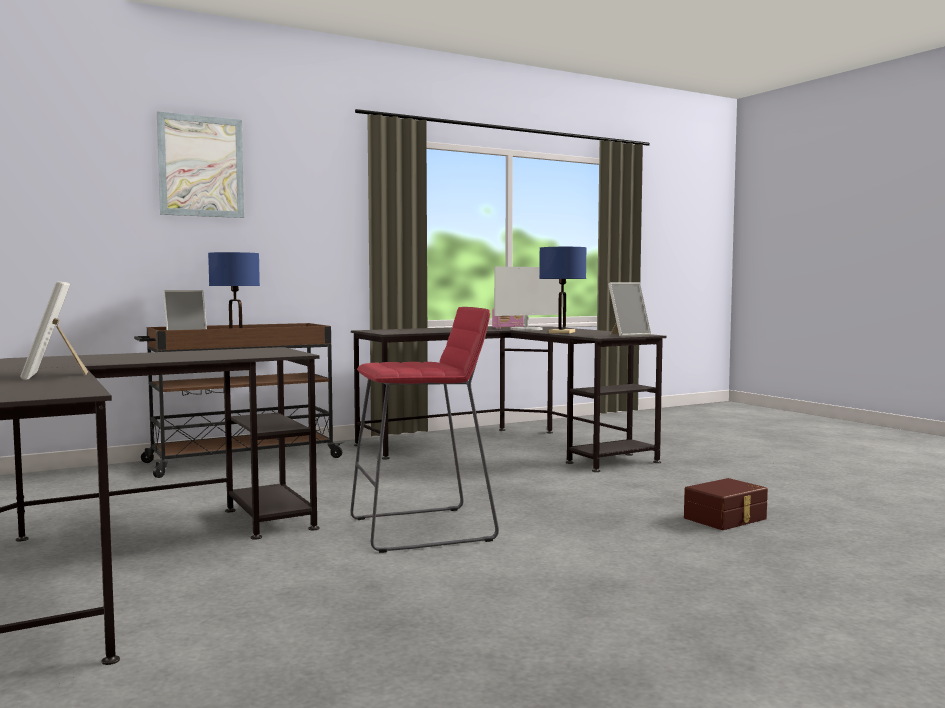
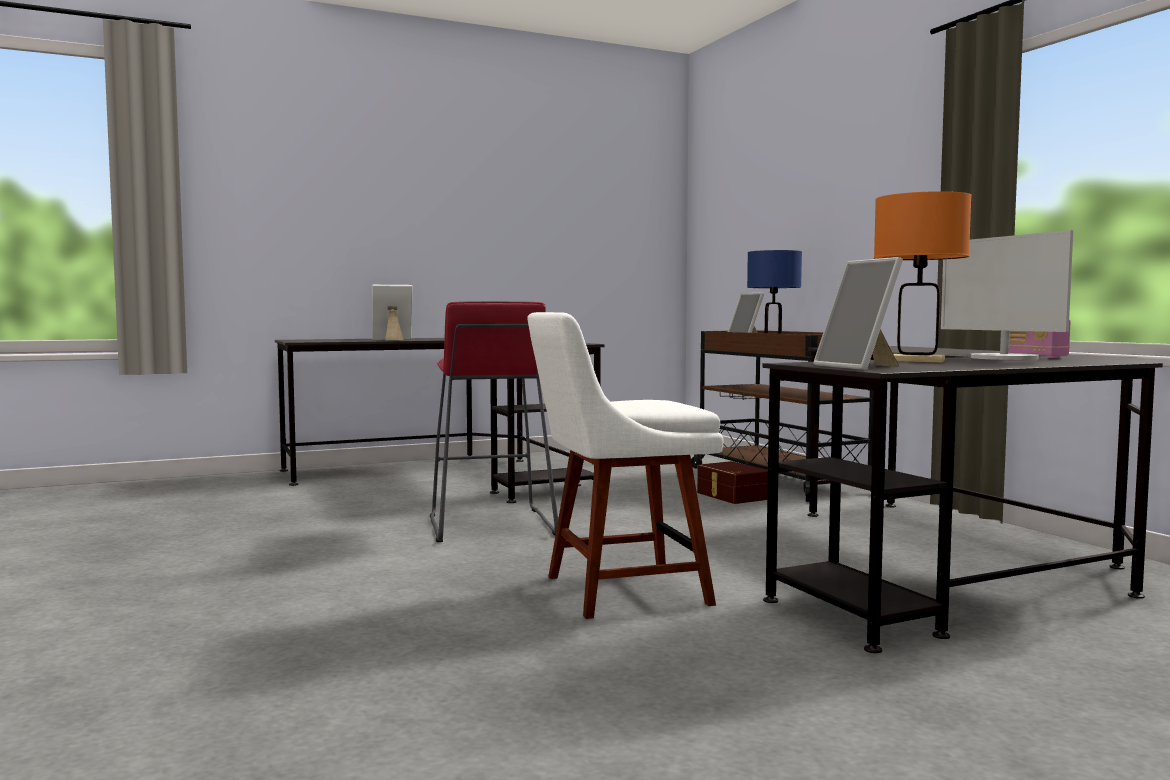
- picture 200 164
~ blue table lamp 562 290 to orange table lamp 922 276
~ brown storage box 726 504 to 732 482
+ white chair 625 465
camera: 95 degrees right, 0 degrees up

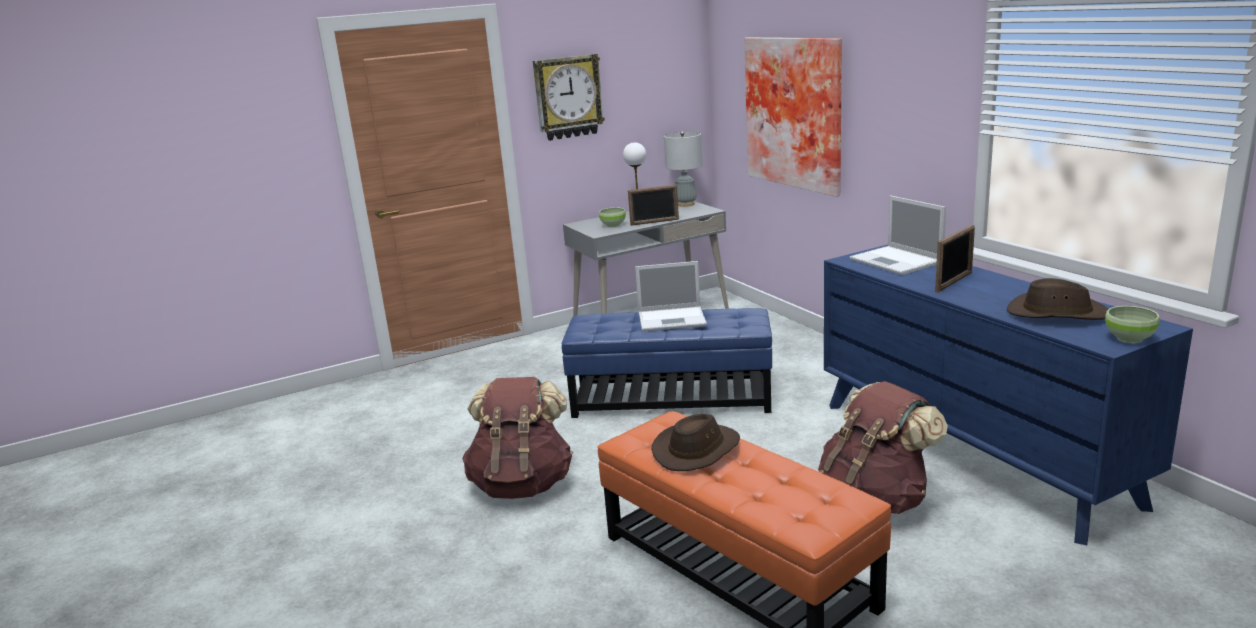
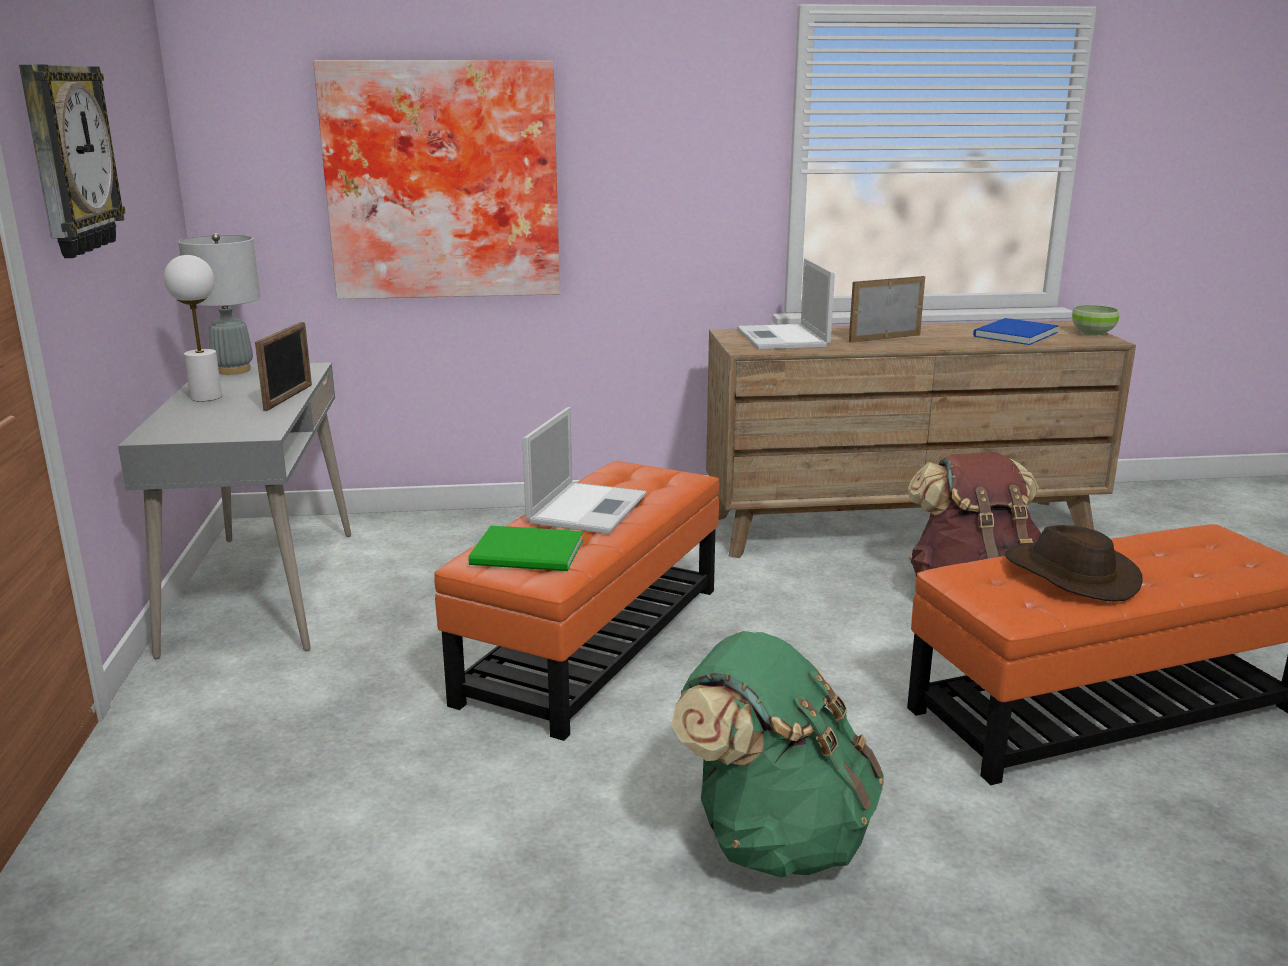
~ laptop 898 235 = 786 304 90 degrees clockwise
- green bowl 612 217
~ picture frame 955 259 = 887 309 90 degrees counterclockwise
~ blue dresser 1008 394 to brown dresser 921 439
~ brown hat 1058 299 to blue book 1016 331
~ blue ottoman 667 363 to orange ottoman 576 601
~ brown backpack 517 438 to green backpack 777 754
+ green book 525 548
camera: 70 degrees left, 0 degrees up

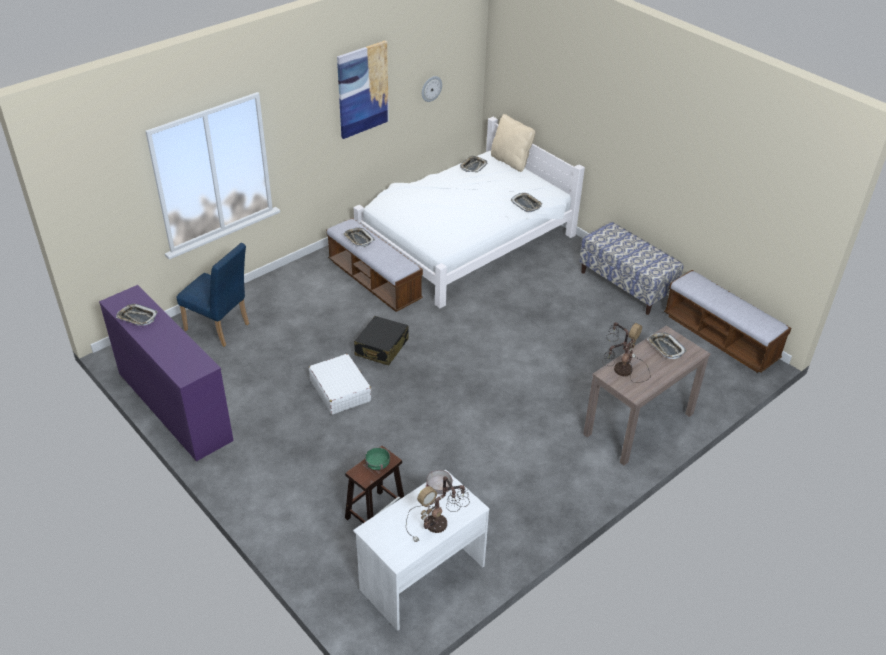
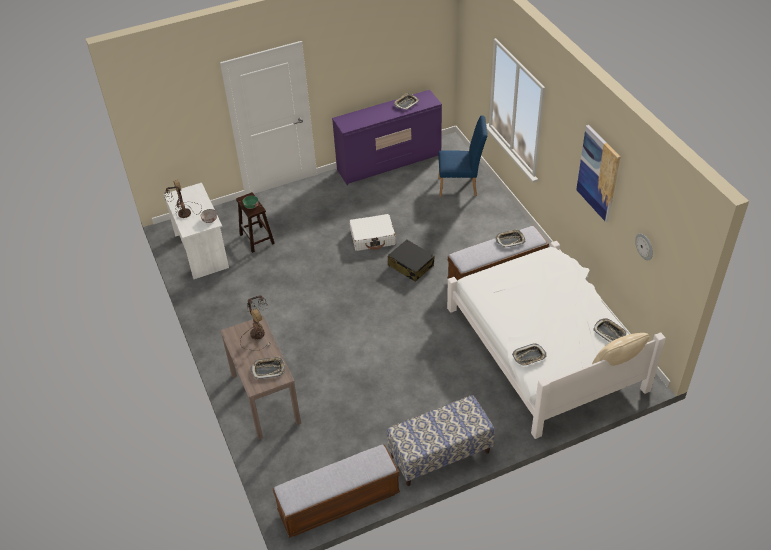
~ blue chair 213 295 = 463 156 135 degrees counterclockwise
camera: 110 degrees right, 5 degrees up

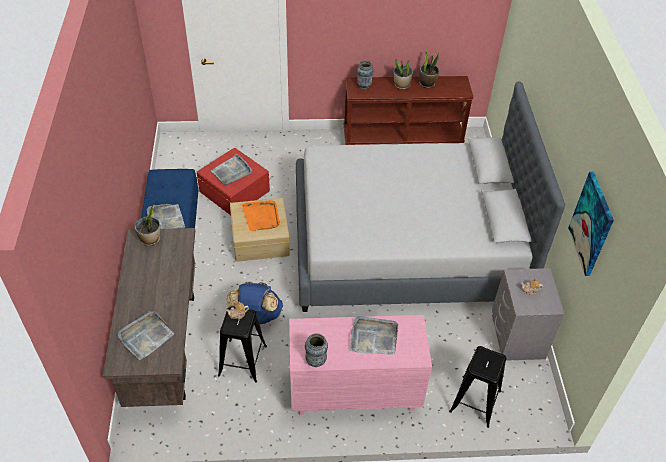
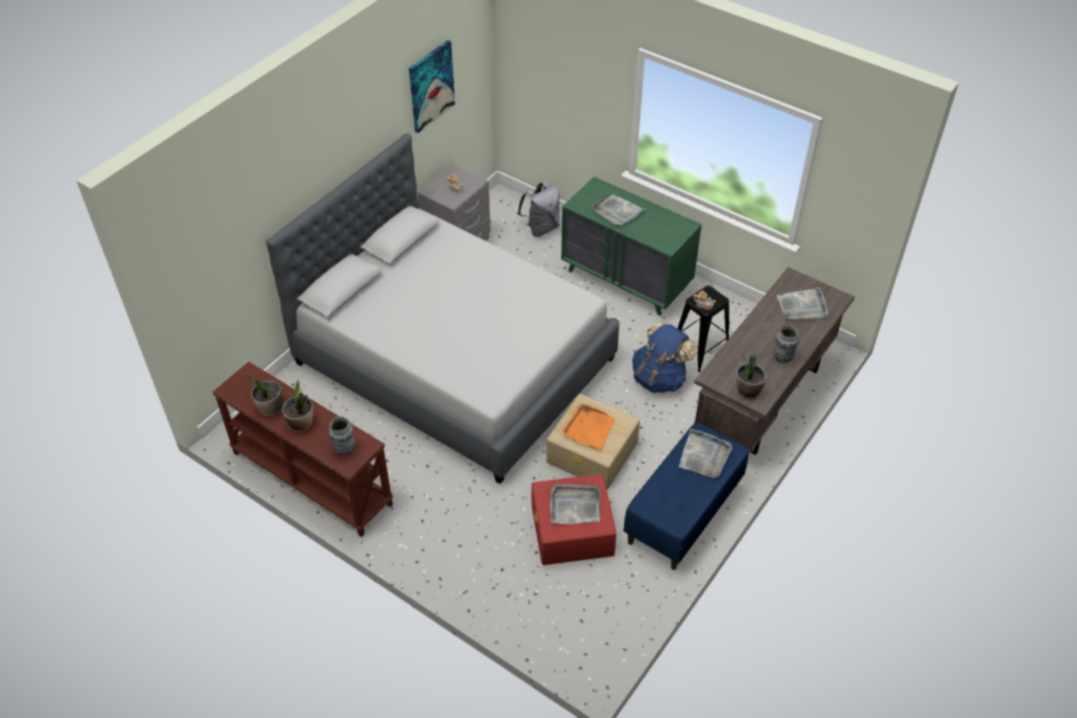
~ pink dresser 360 365 to green dresser 631 246
~ vase 316 350 to 786 344
~ black stool 477 387 to grey backpack 538 209
camera: 140 degrees left, 0 degrees up

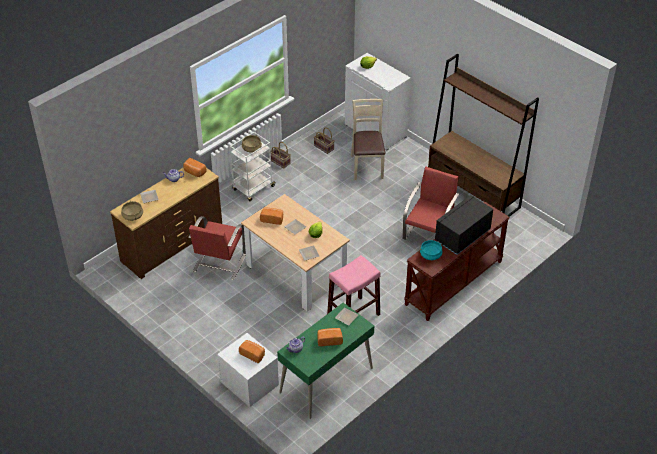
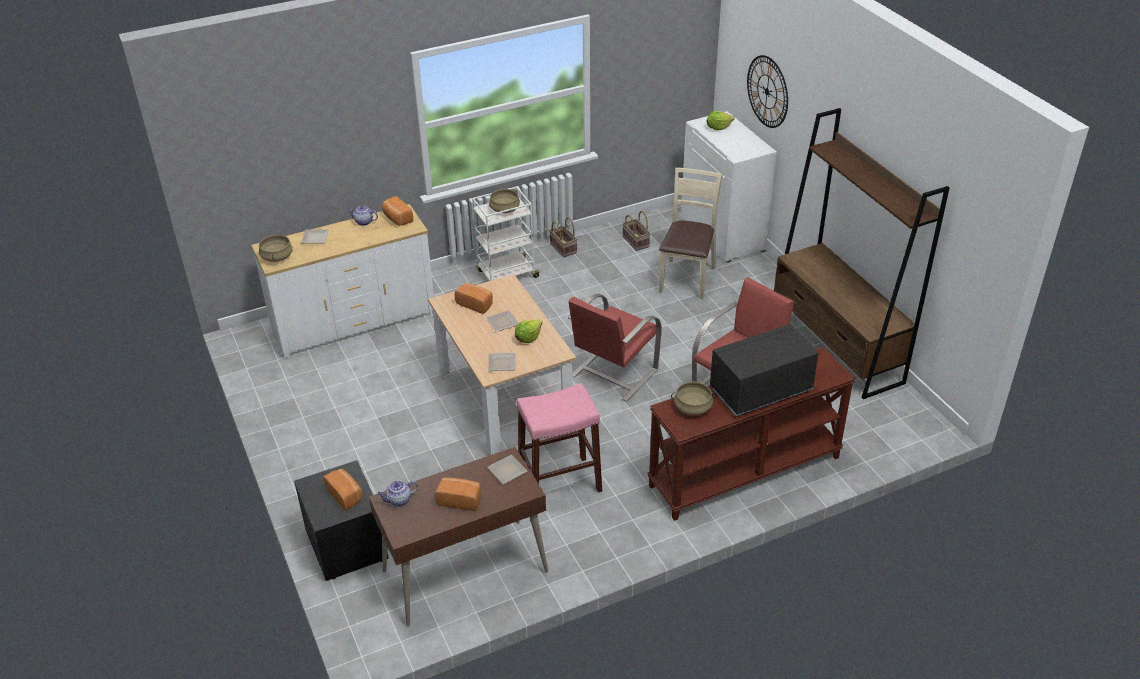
~ brown dresser 166 219 to white dresser 342 281
~ red chair 217 248 to 615 348
~ turquoise cooking pot 431 250 to beige cooking pot 694 399
~ green desk 325 361 to brown desk 458 536
~ white nightstand 248 370 to black nightstand 341 520
+ wall clock 767 91
camera: 20 degrees right, 5 degrees down

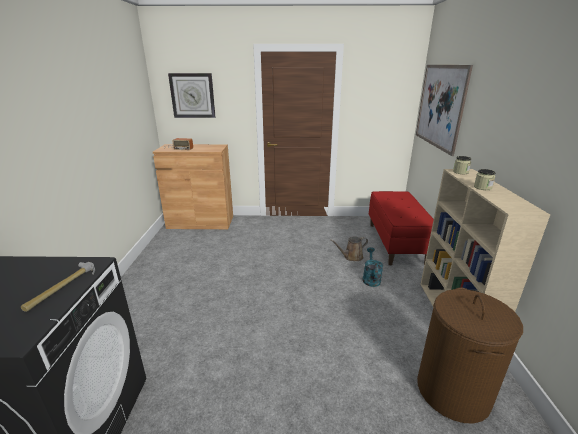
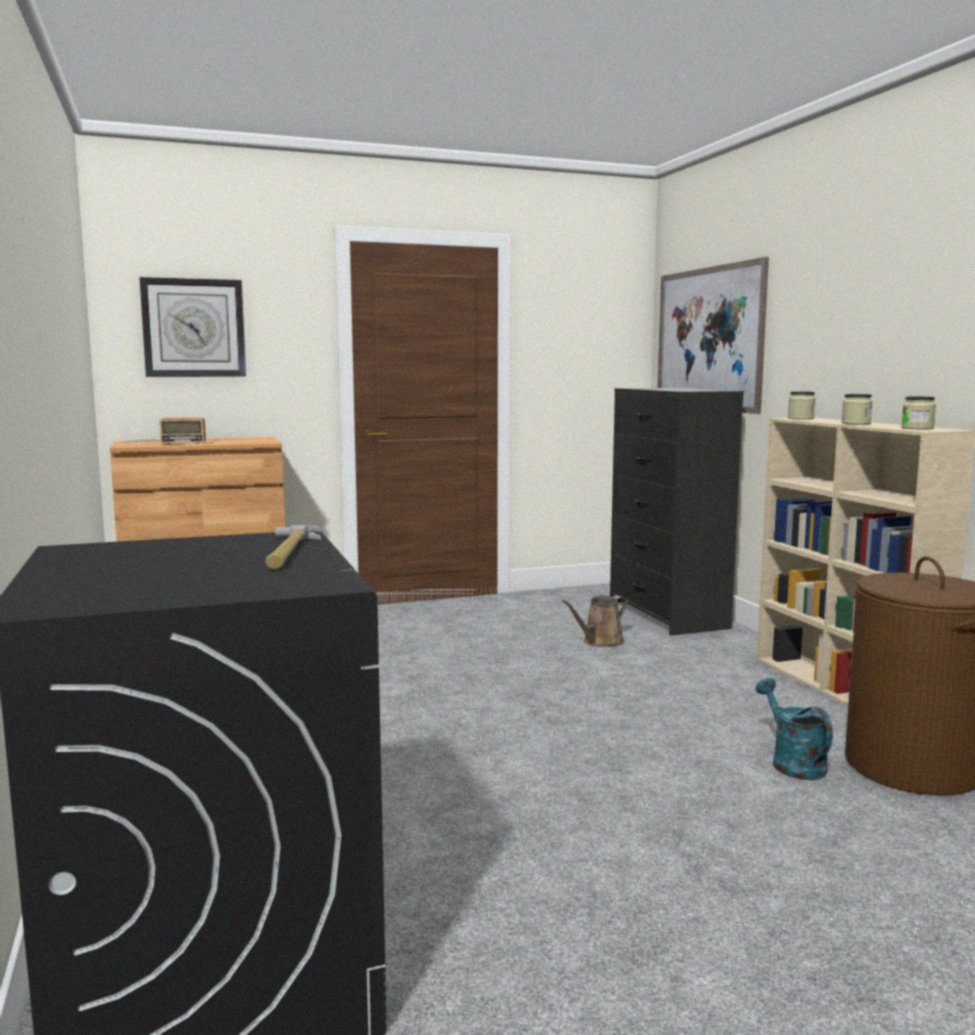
~ red bench 401 228 to black dresser 677 512
~ turquoise watering can 373 267 to 794 729
+ jar 918 412
camera: 20 degrees left, 15 degrees down

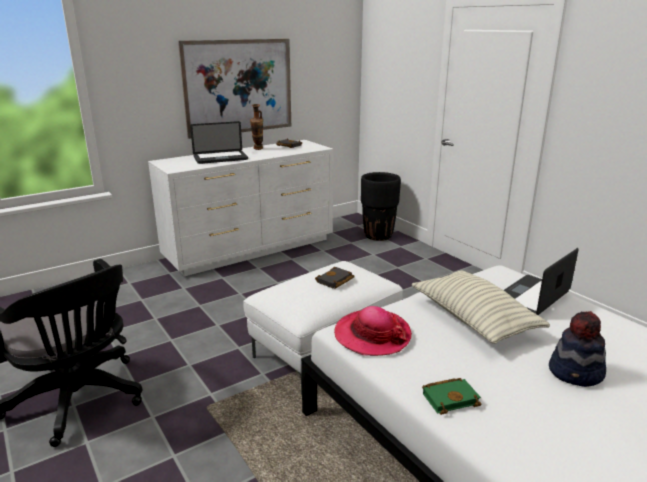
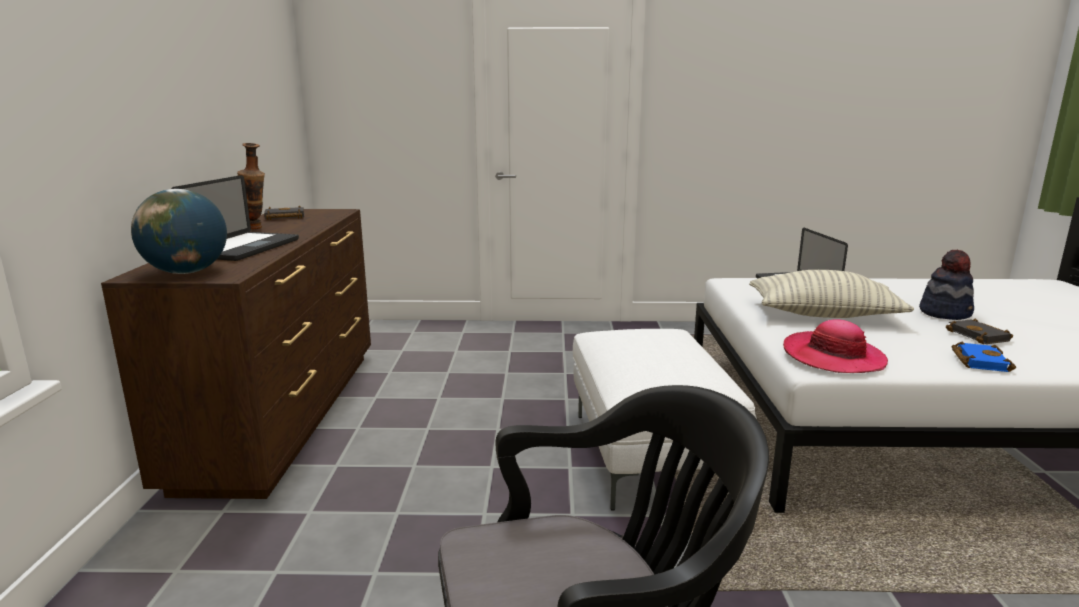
- picture 234 89
~ white dresser 240 208 to brown dresser 236 354
- black planter 381 206
~ black book 335 278 to 979 331
~ green book 451 396 to blue book 983 357
+ globe 179 231
camera: 55 degrees left, 5 degrees down

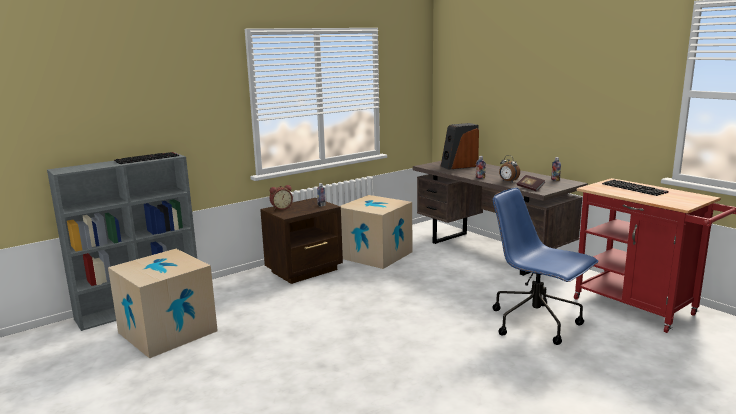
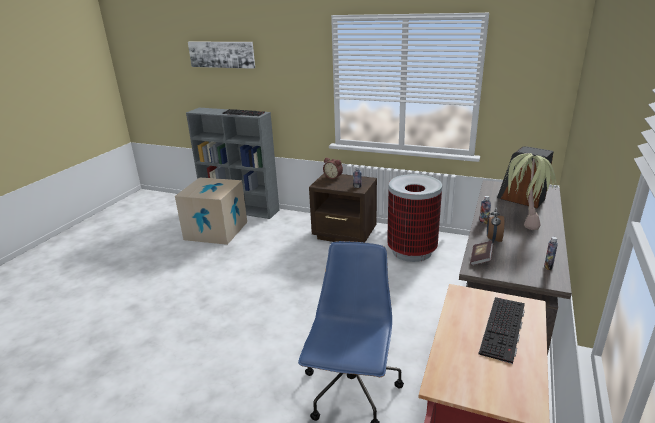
~ cardboard box 376 232 to trash can 414 218
+ picture 221 55
+ potted plant 530 191
camera: 60 degrees right, 10 degrees up

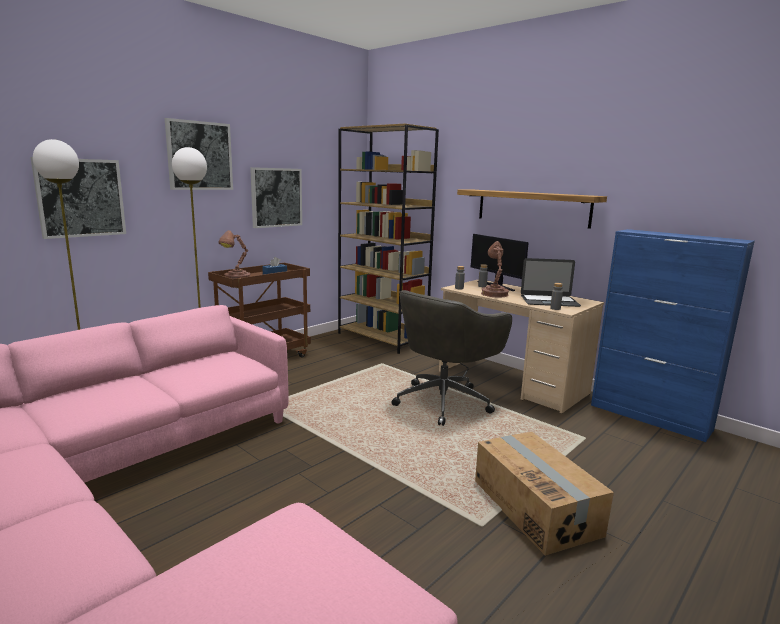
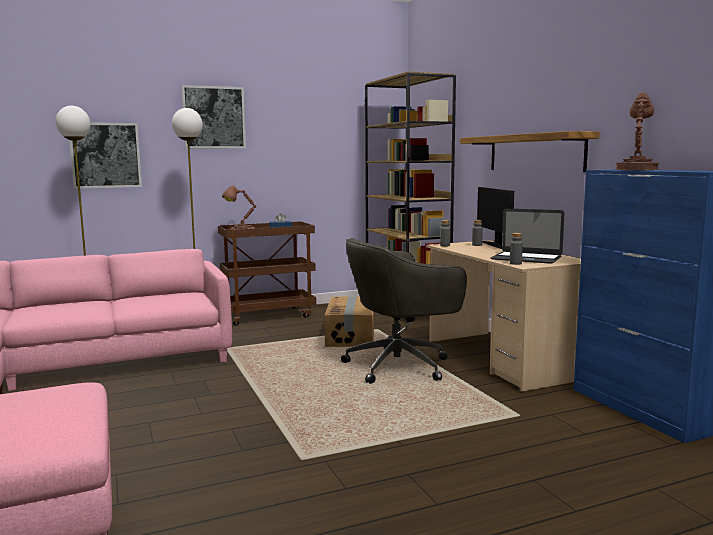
- picture 276 197
~ brown table lamp 495 269 to 637 131
~ cardboard box 544 494 to 349 321
camera: 25 degrees right, 5 degrees down

